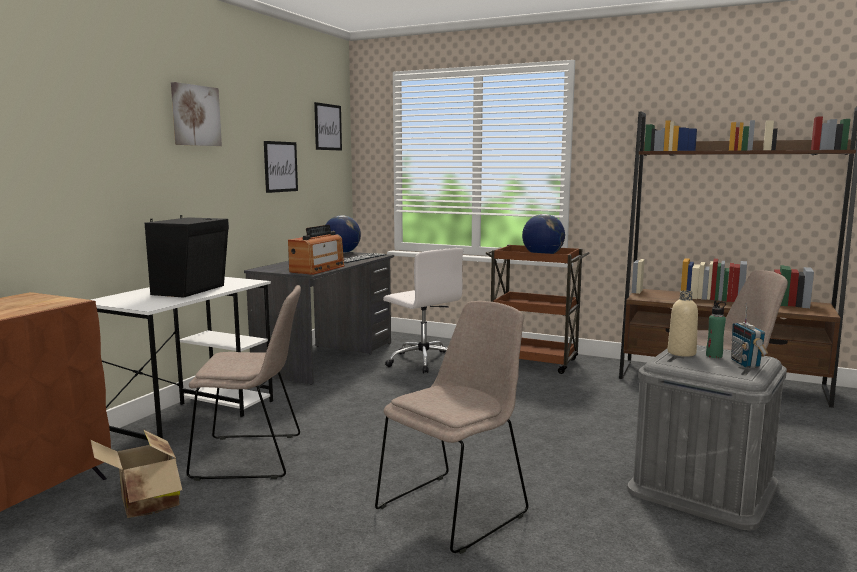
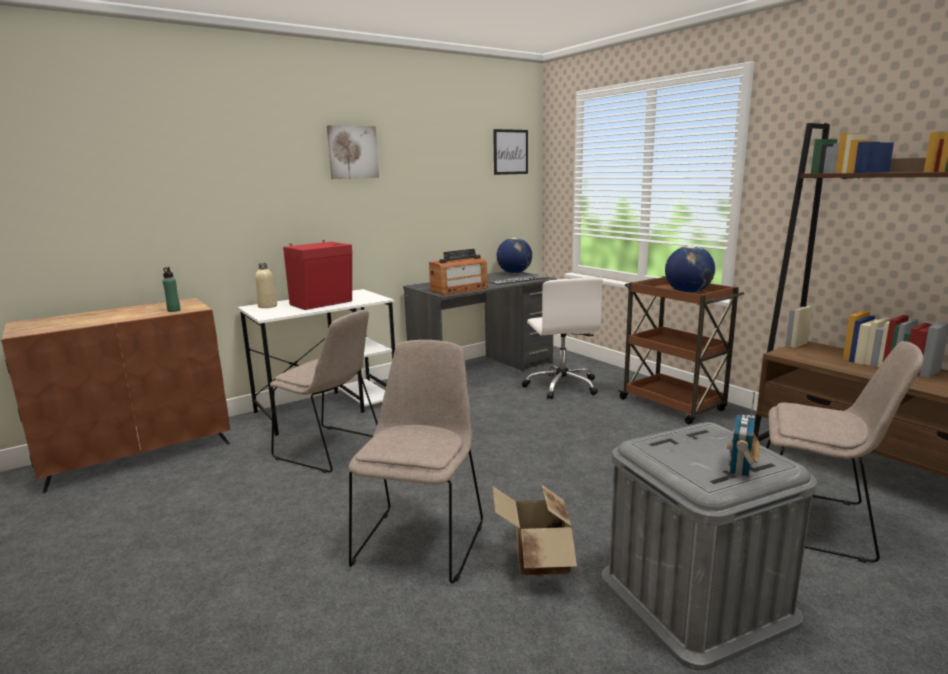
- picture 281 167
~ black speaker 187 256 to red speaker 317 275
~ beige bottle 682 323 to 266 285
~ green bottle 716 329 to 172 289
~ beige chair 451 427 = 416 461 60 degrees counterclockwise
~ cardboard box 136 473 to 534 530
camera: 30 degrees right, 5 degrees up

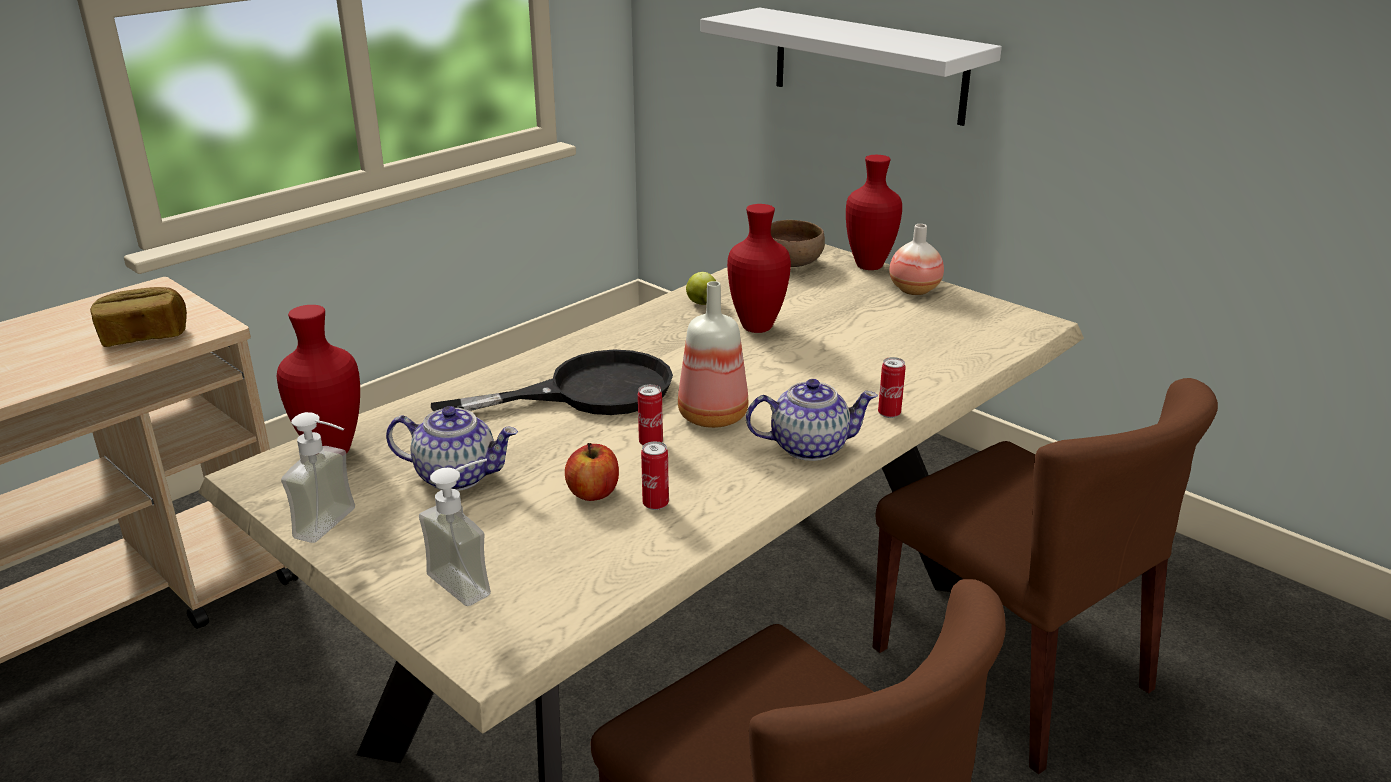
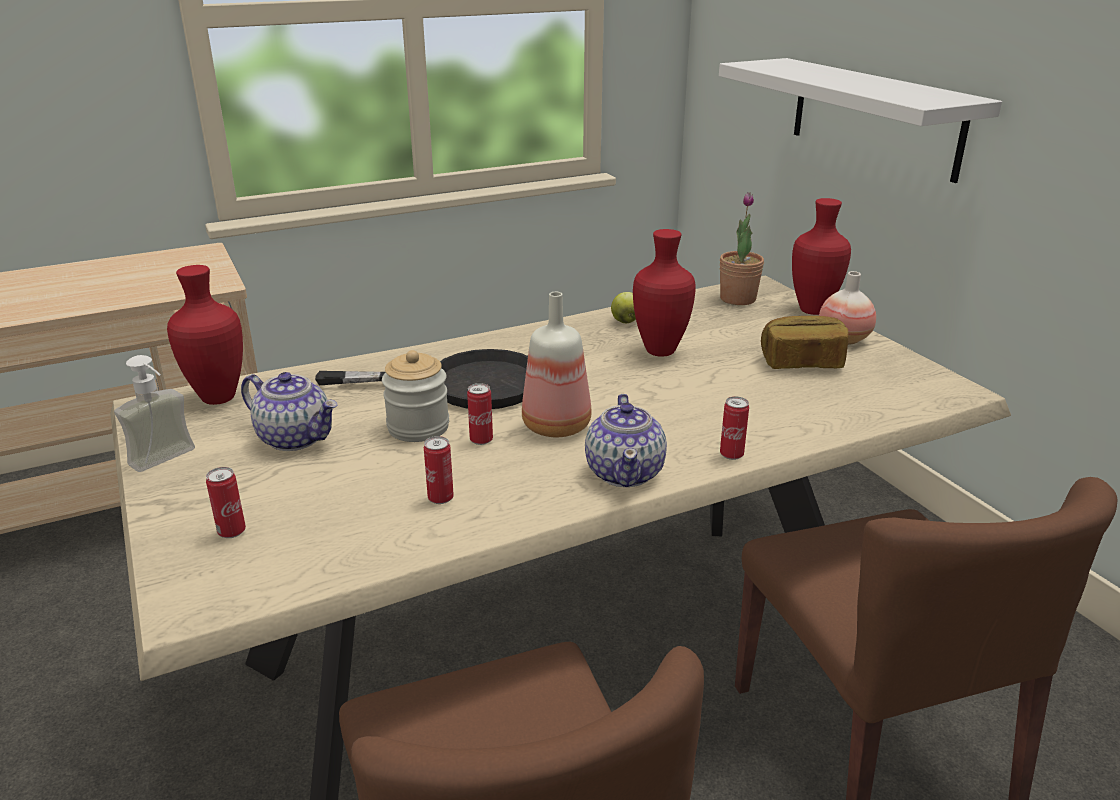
~ brown bowl 798 243 to potted plant 742 248
~ bread 138 317 to 804 342
~ teapot 812 420 = 626 440 75 degrees clockwise
- apple 592 472
~ soap dispenser 455 532 to can 226 502
+ jar 415 396
camera: 20 degrees right, 0 degrees up

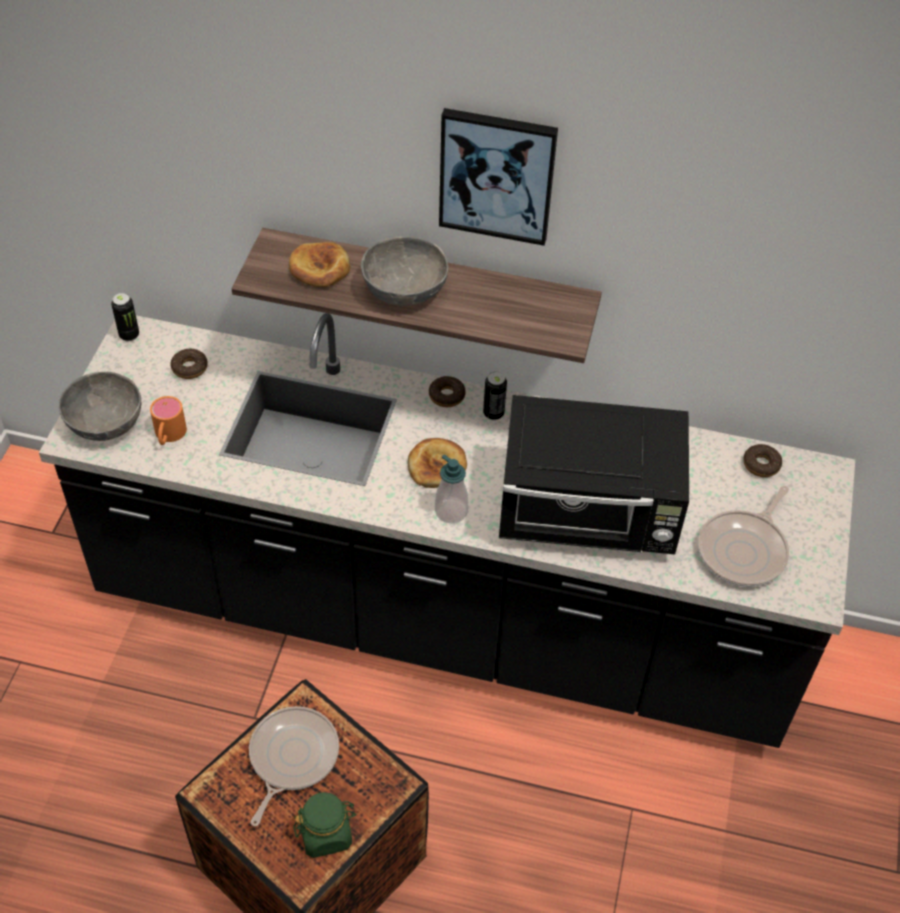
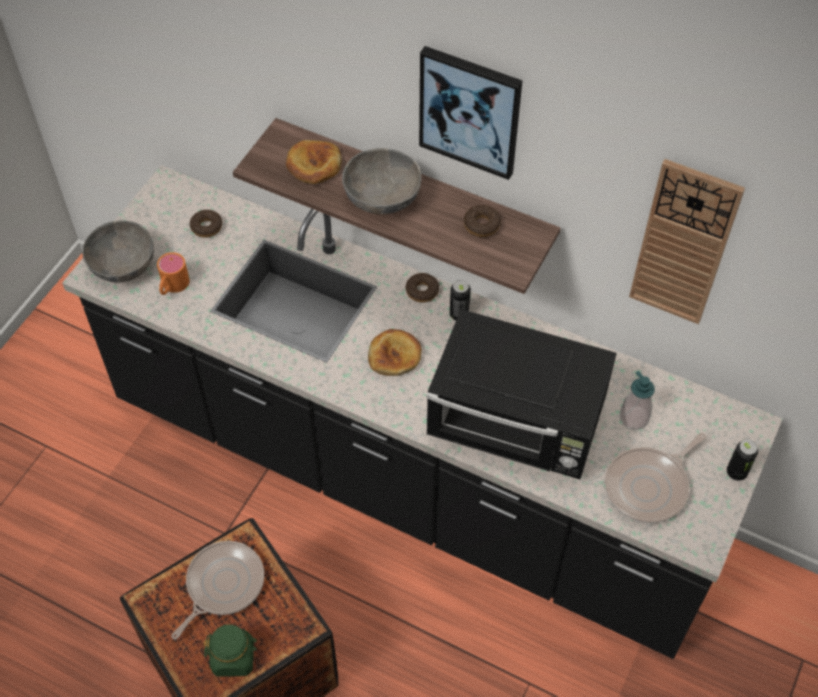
~ can 125 317 to 742 460
~ donut 762 460 to 482 221
~ soap dispenser 451 488 to 637 400
+ wall clock 687 241
camera: 15 degrees right, 5 degrees up

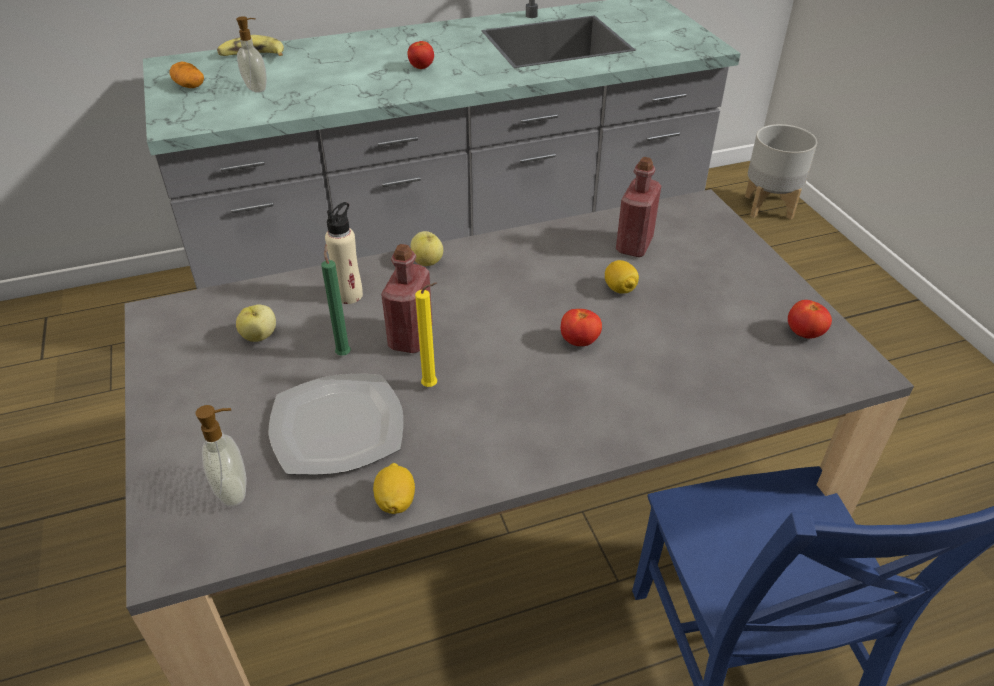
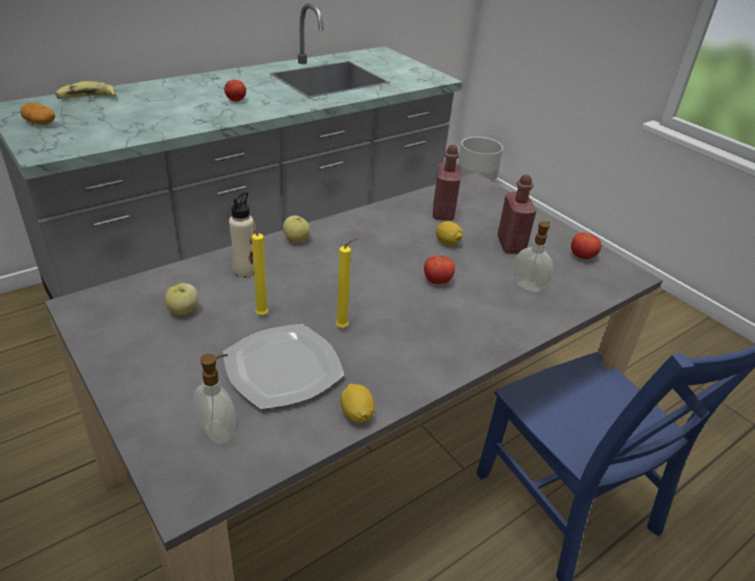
~ soap dispenser 251 54 to 533 256
~ green candle 336 300 to yellow candle 260 268
~ red bottle 407 298 to 516 214
camera: 20 degrees left, 5 degrees down

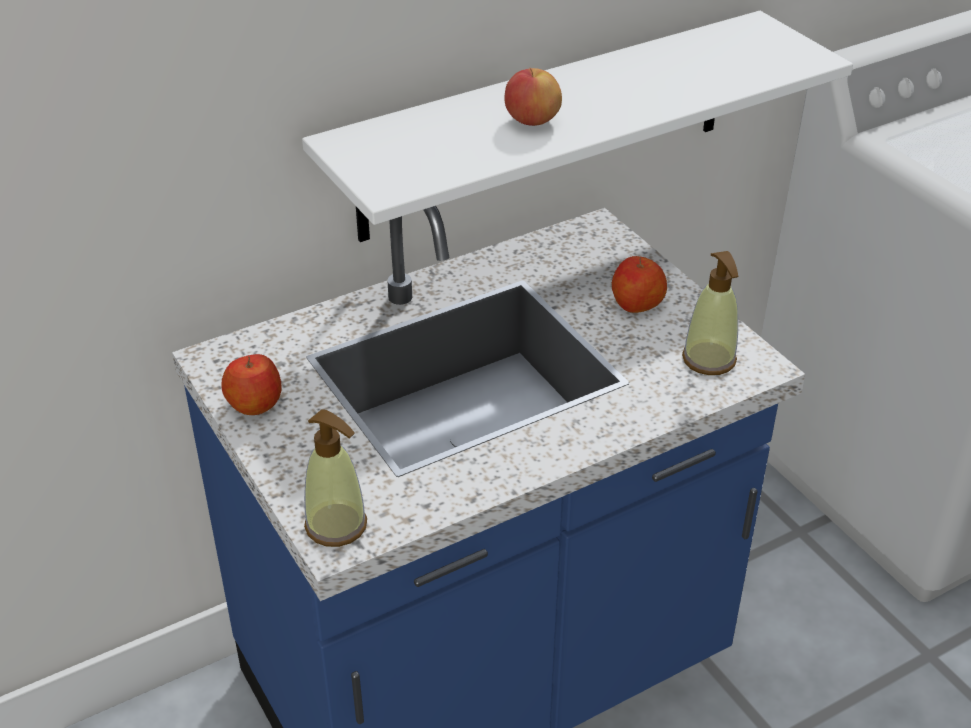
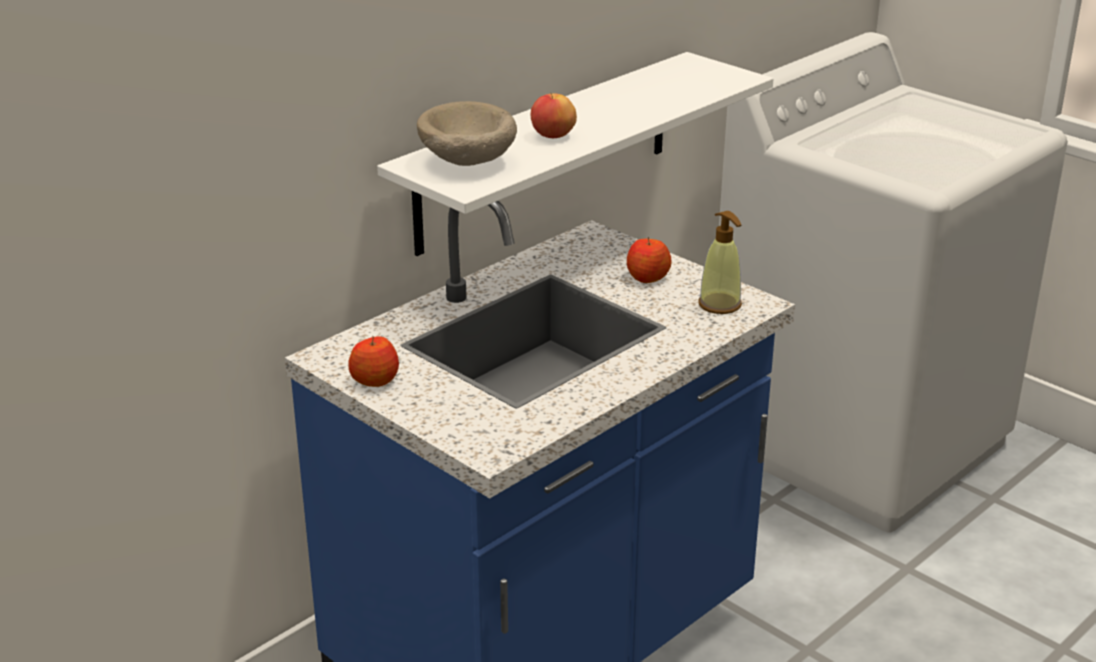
- soap dispenser 335 478
+ beige bowl 467 133
camera: 15 degrees left, 10 degrees down

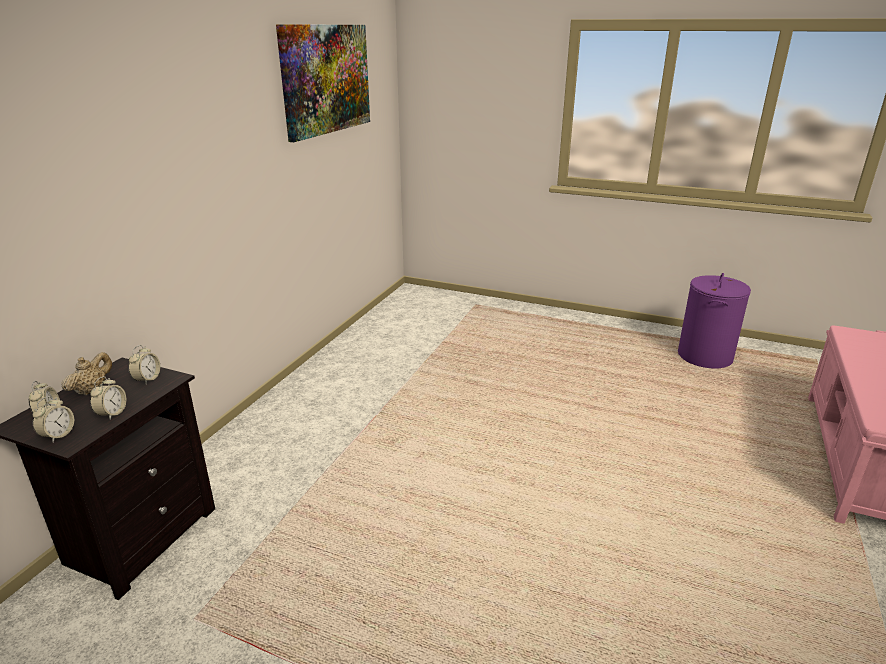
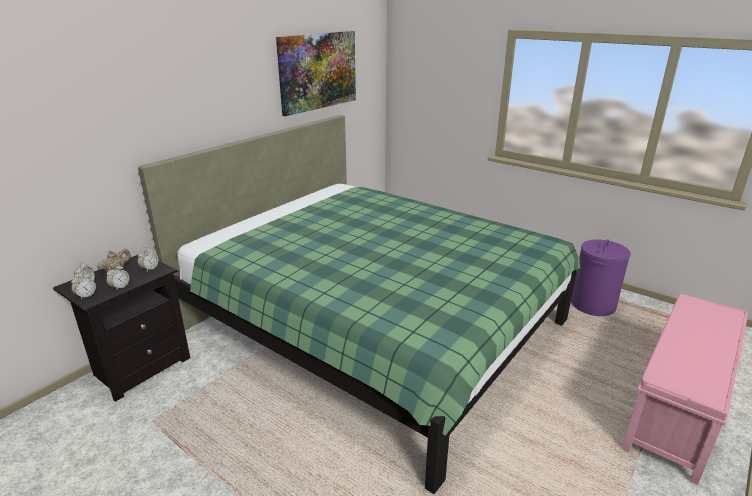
+ green bed 359 304
camera: 15 degrees right, 0 degrees up

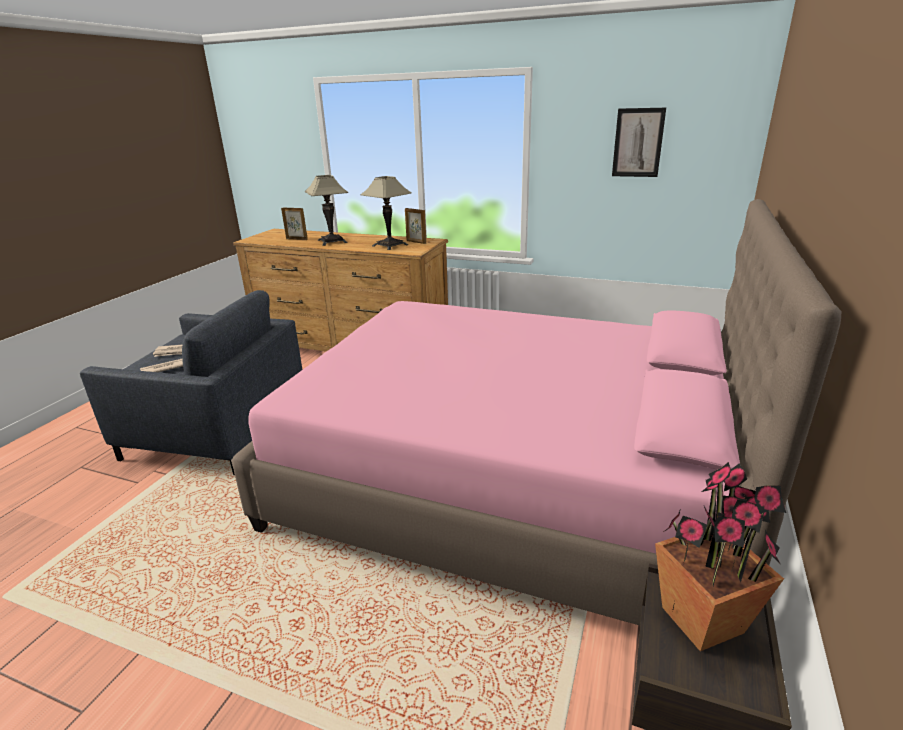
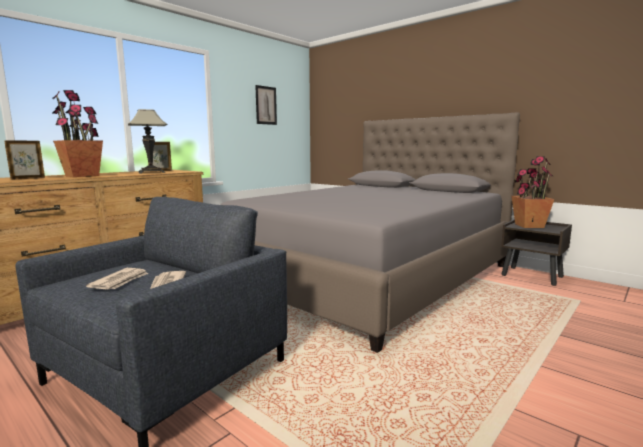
~ table lamp 326 210 to potted plant 78 133
~ pink bed 536 412 to grey bed 370 232
camera: 70 degrees left, 15 degrees down

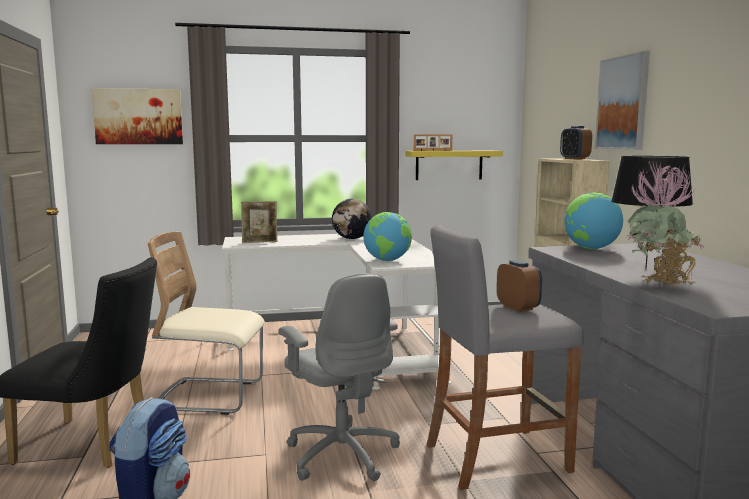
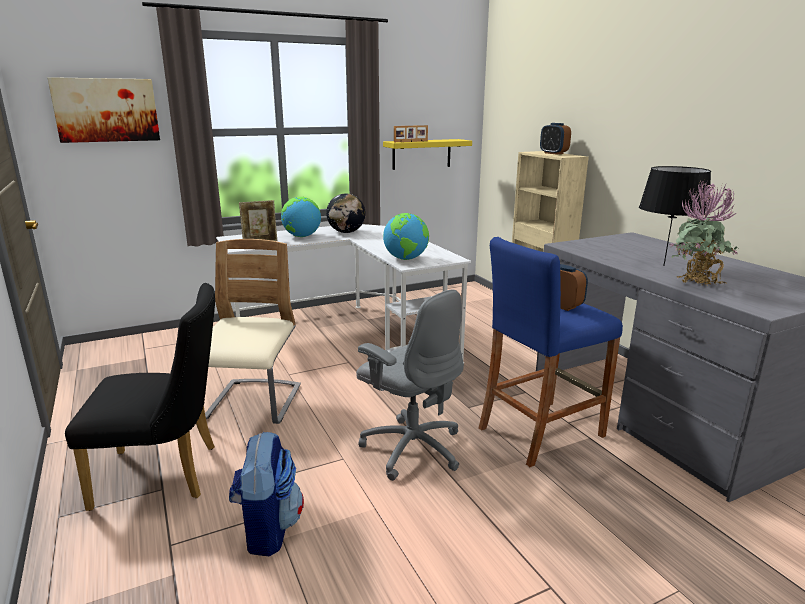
- picture 622 100
~ globe 593 220 to 301 217
~ grey stool 505 357 to blue stool 551 352
~ beige chair 206 323 = 253 331 105 degrees clockwise
camera: 15 degrees left, 10 degrees up

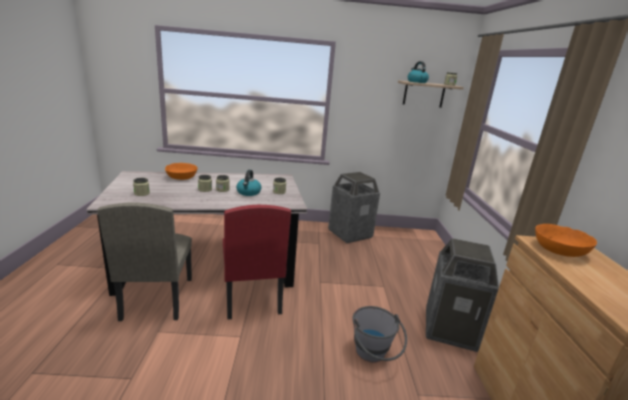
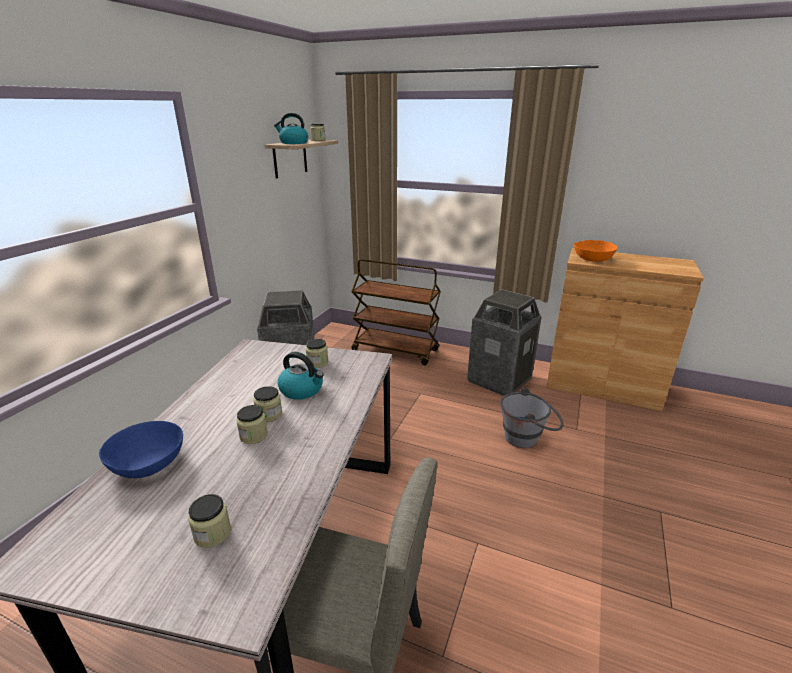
~ orange bowl 181 171 to blue bowl 141 449
- red chair 257 262
+ brown cart 396 312
camera: 65 degrees left, 5 degrees up

